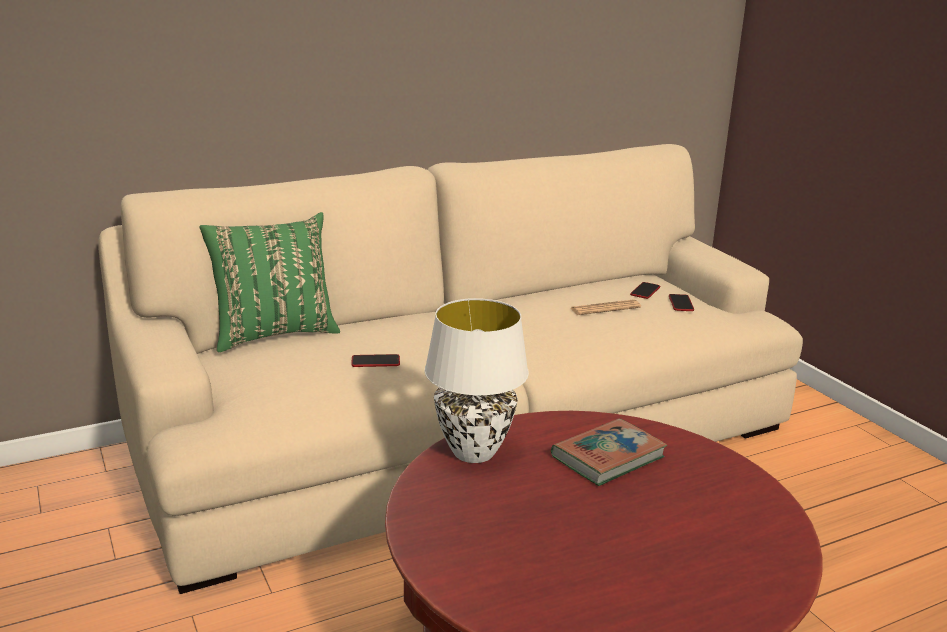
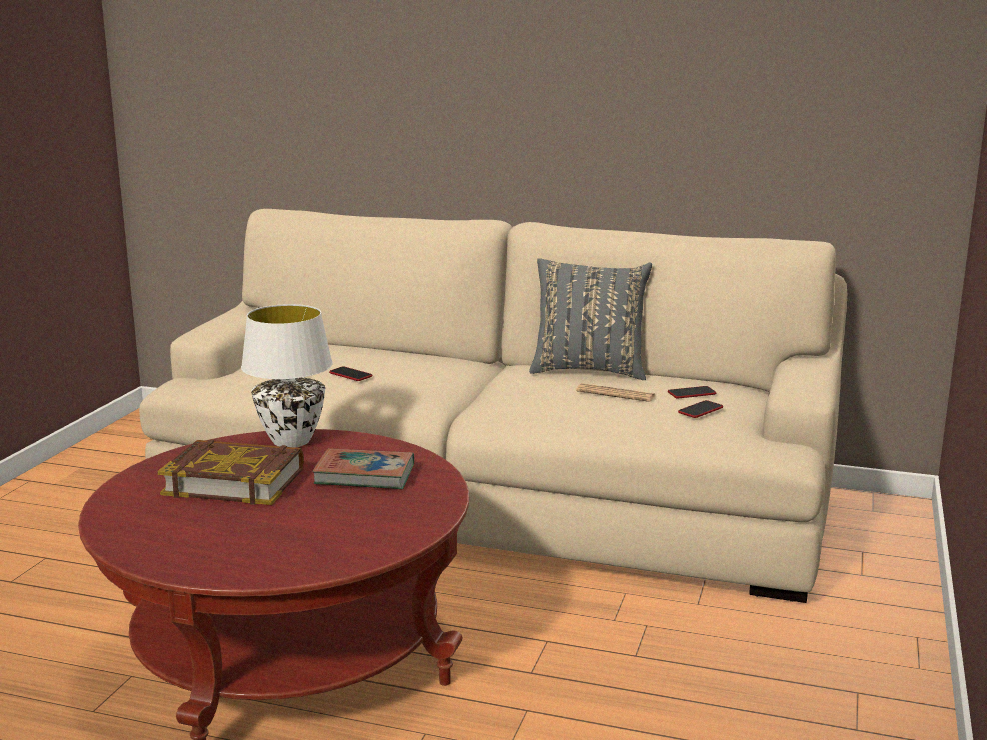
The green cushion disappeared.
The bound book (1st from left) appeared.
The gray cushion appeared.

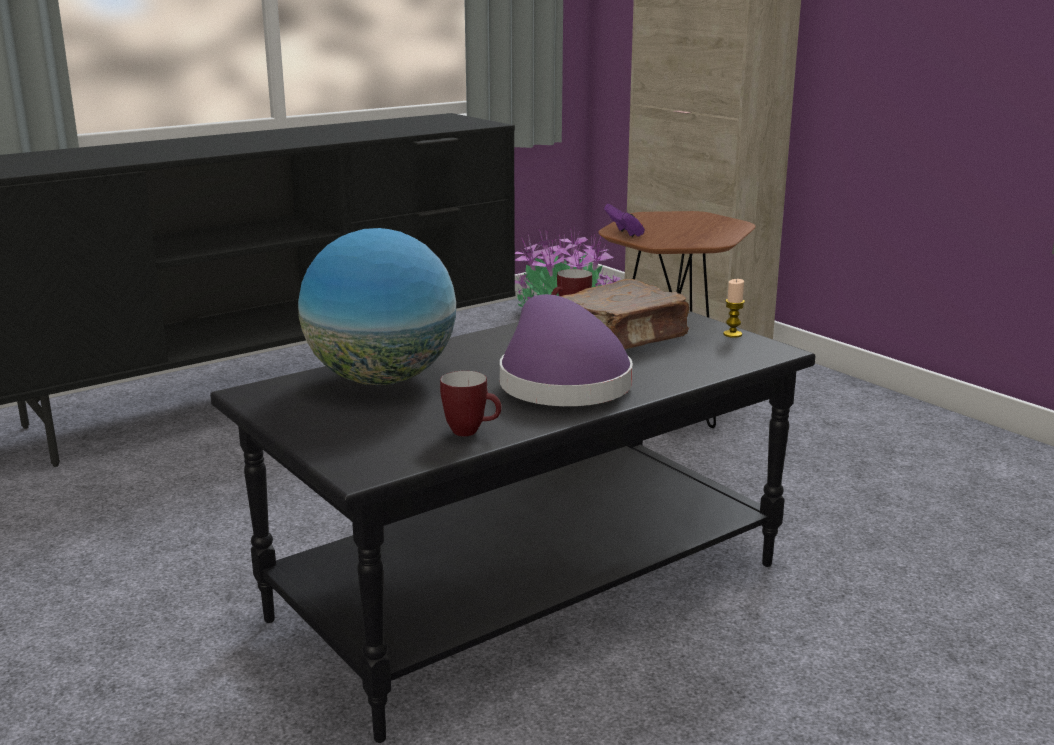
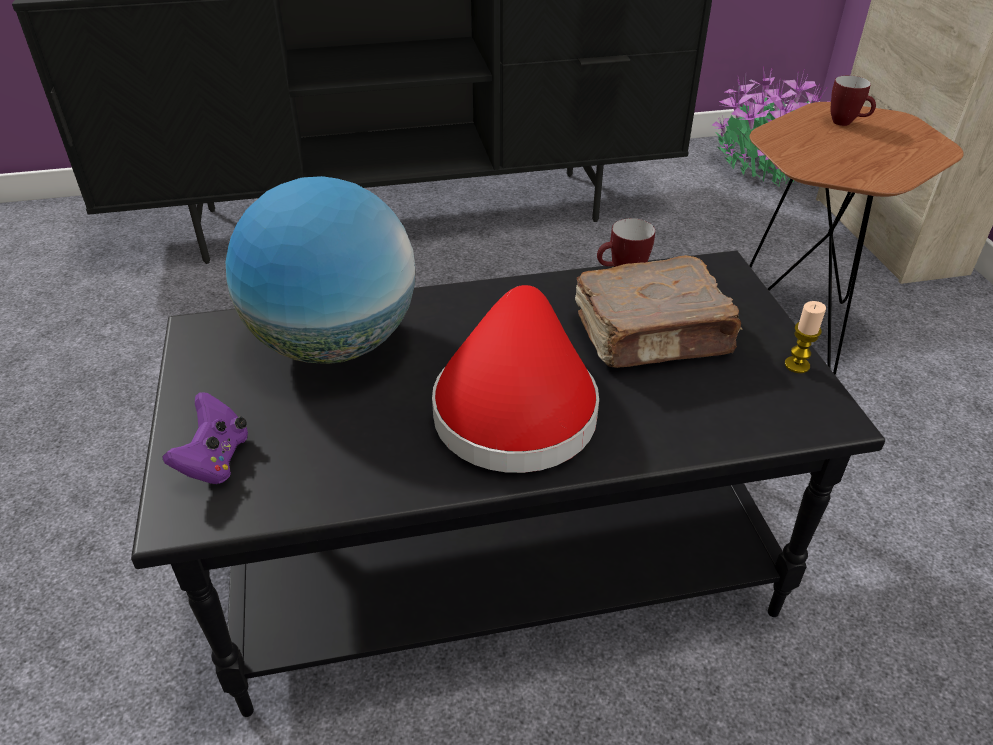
The mug (1st from left in the first image) moved.
The purple wearable hat became the reddish wearable hat.
The purple gamepad moved.

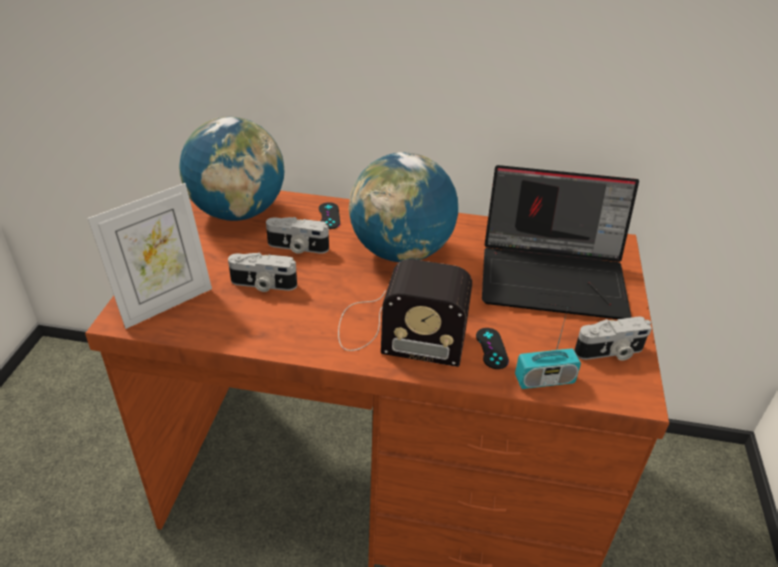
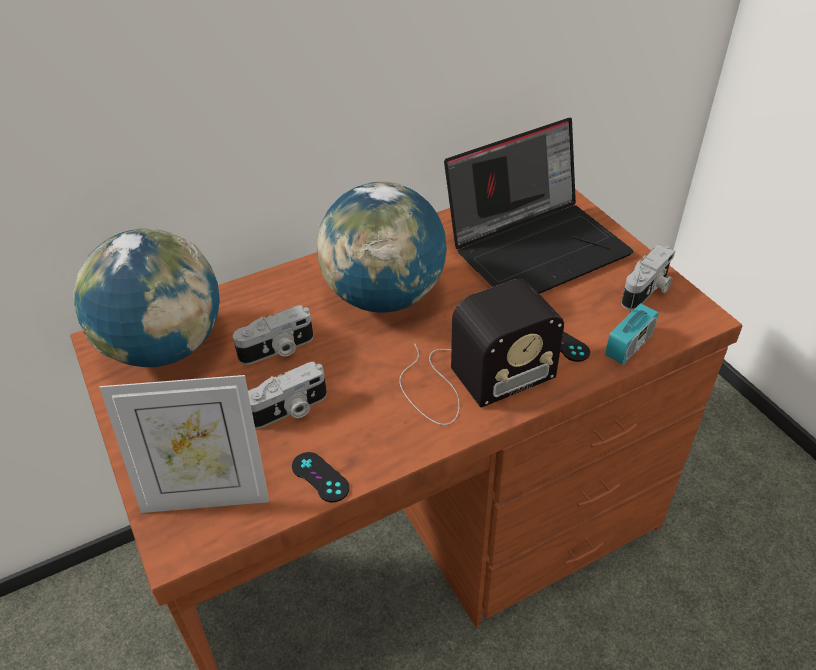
The picture frame turned 75 degrees clockwise.
The black-coloured gamepad (1st from left) moved.

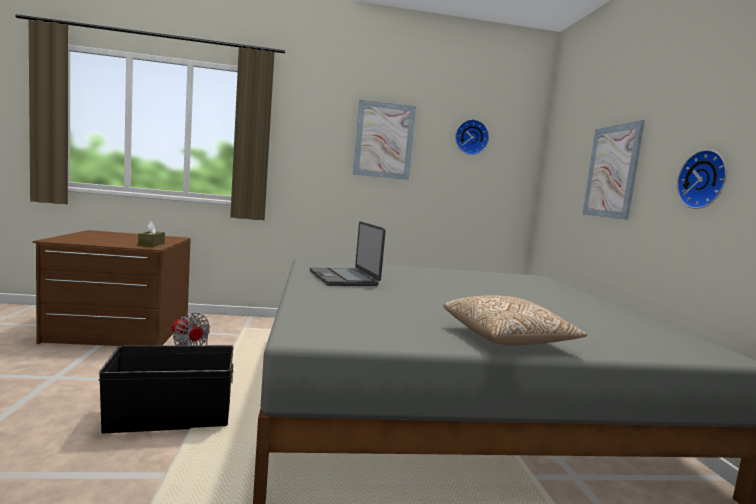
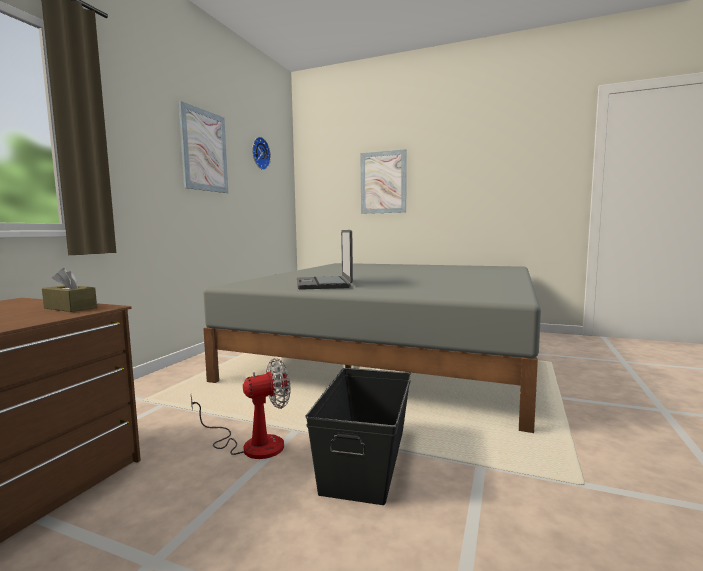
The portable computer turned 75 degrees clockwise.
The cushion disappeared.
The wall clock (2nd from left) disappeared.

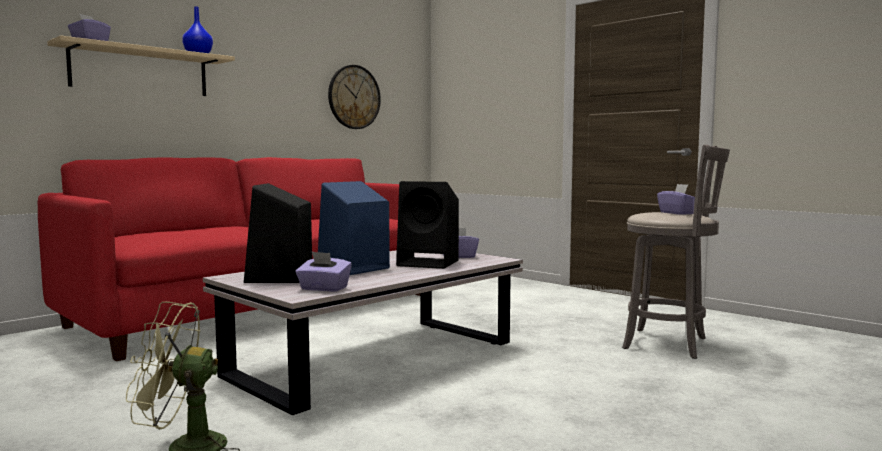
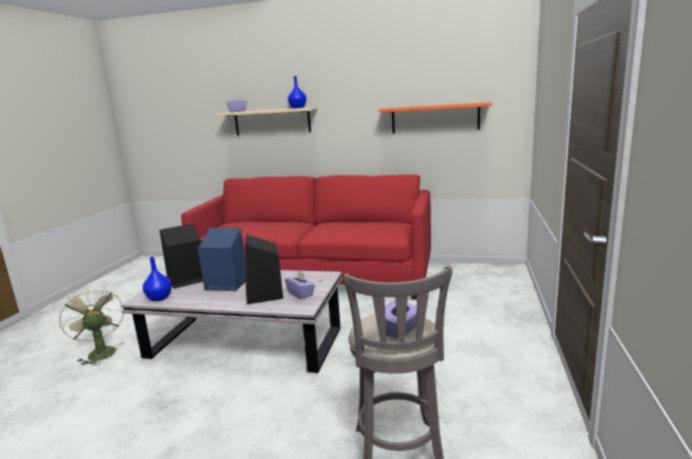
The purple tissue holder (2nd from left) was replaced by the blue flower vase (1st from left).
The wall clock was replaced by the orangey bracket shelf.

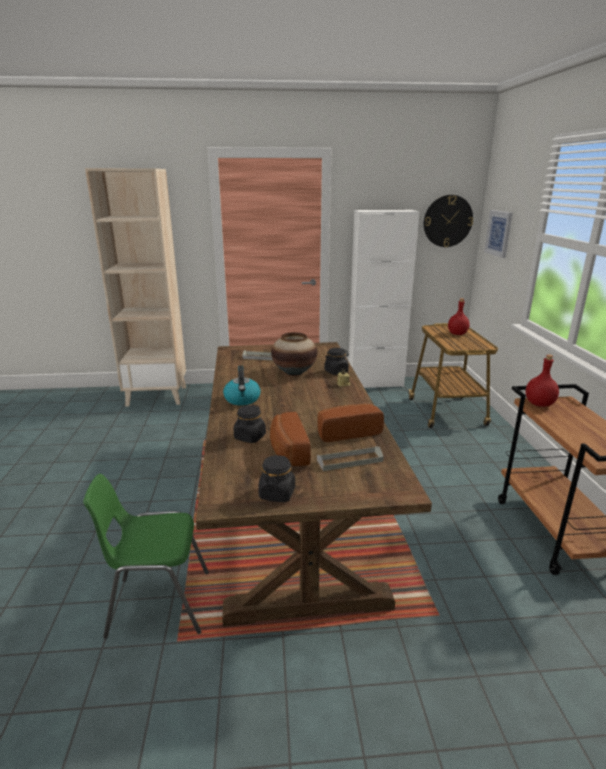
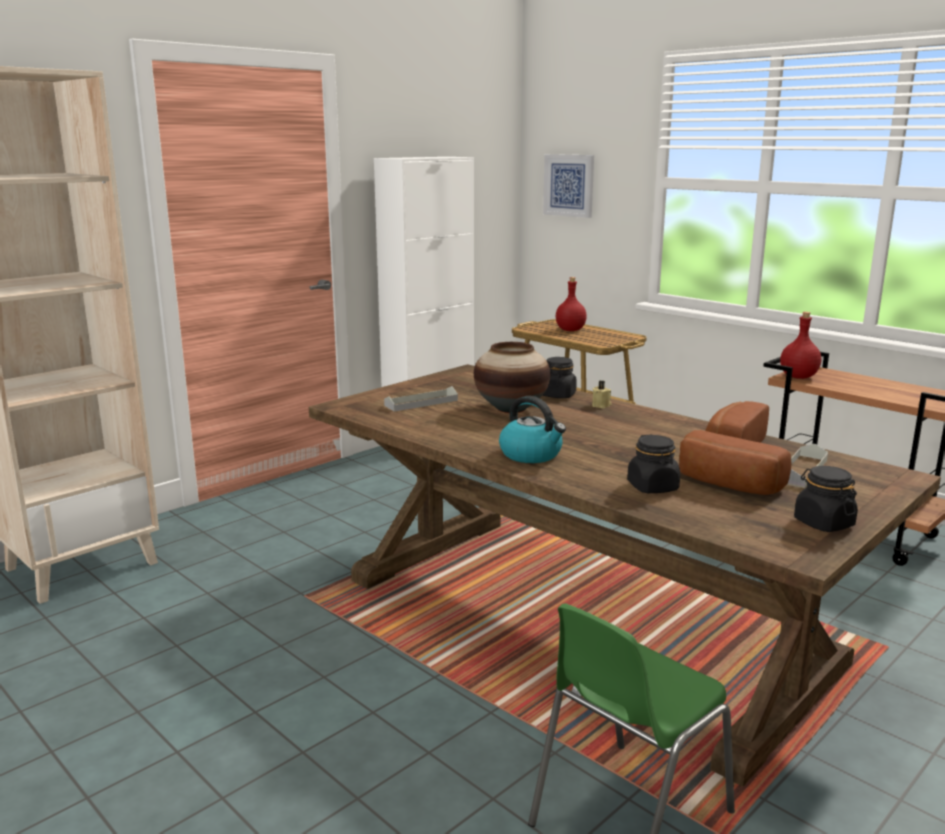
The wall clock disappeared.

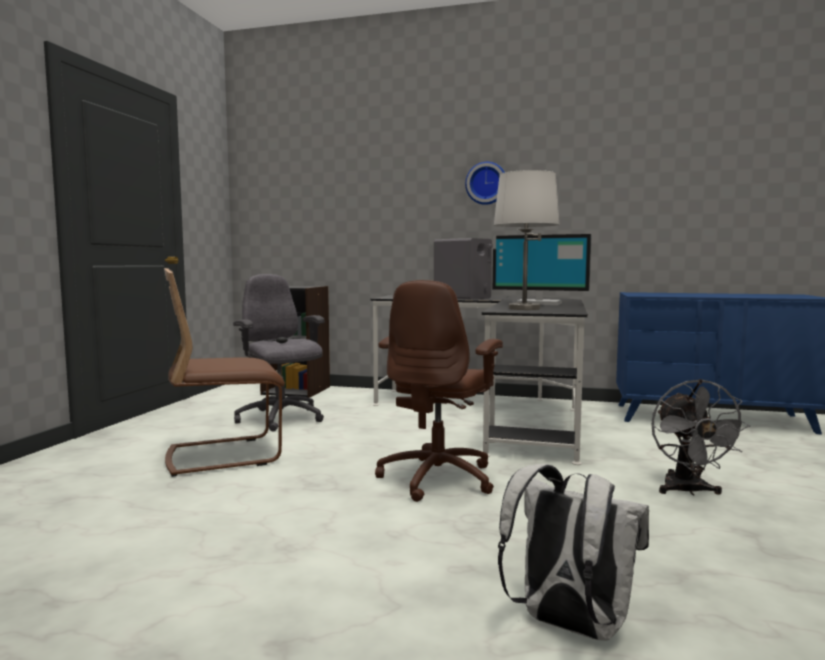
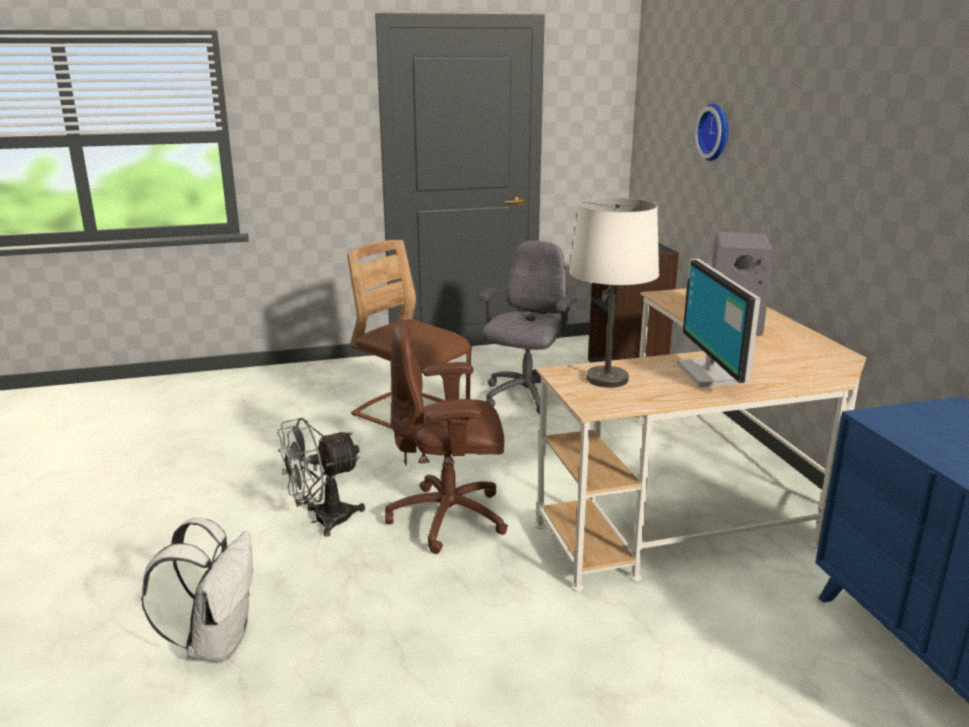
The black-coloured desk table became the sand-coloured desk table.
The wall clock moved.
The gray cooling fan moved.

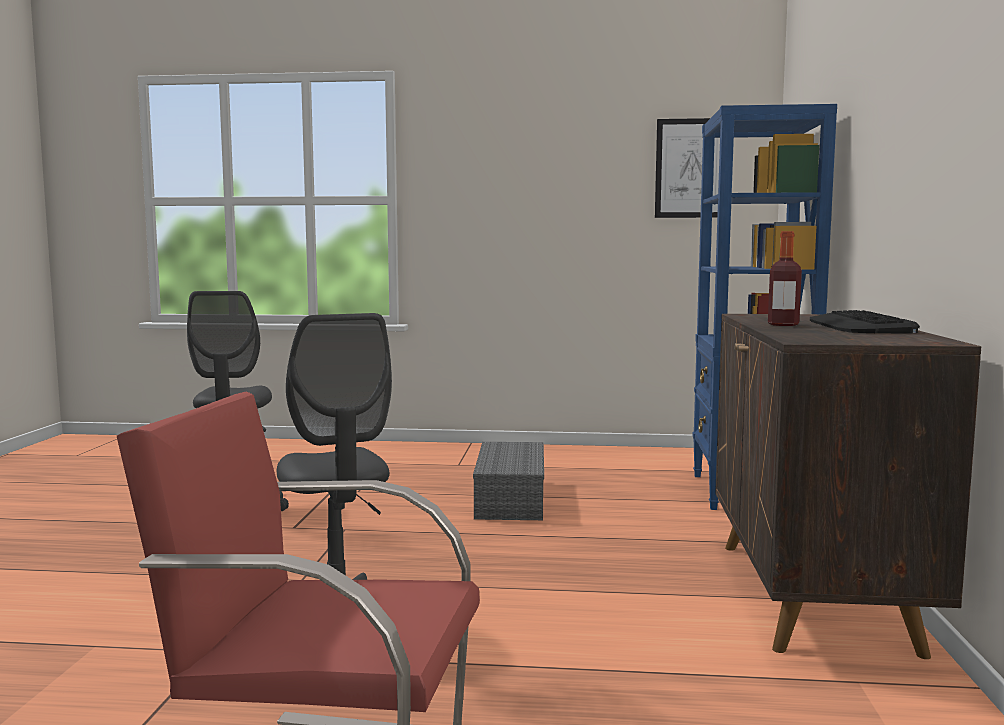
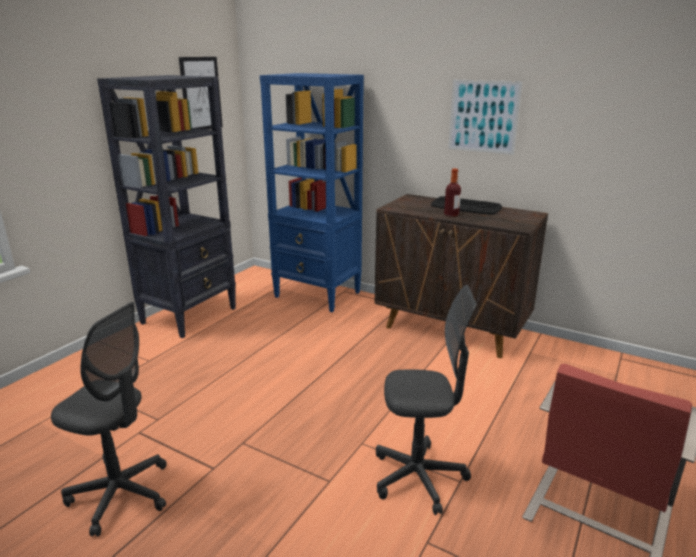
The gray storage container disappeared.
The black-coloured shelving unit appeared.
The wall art (2nd from left) appeared.

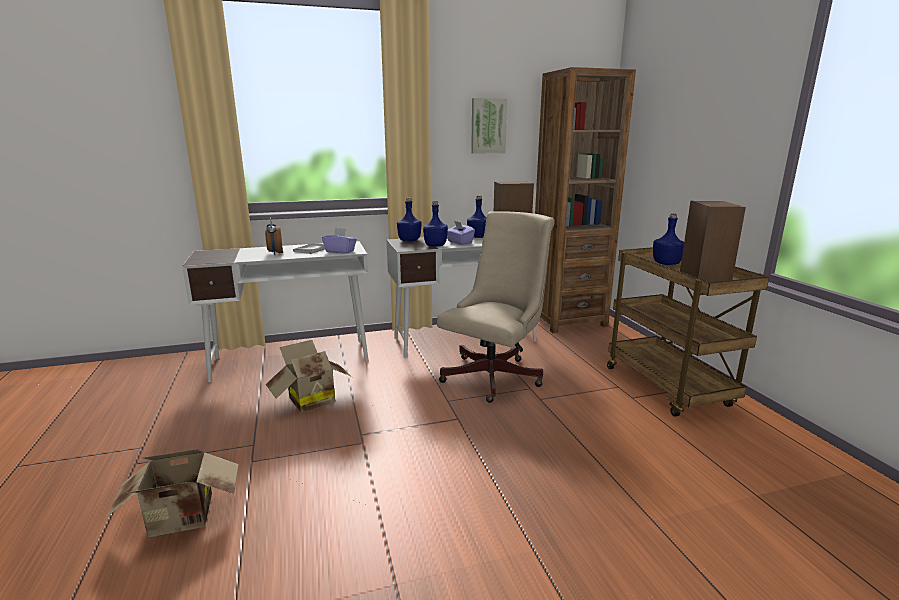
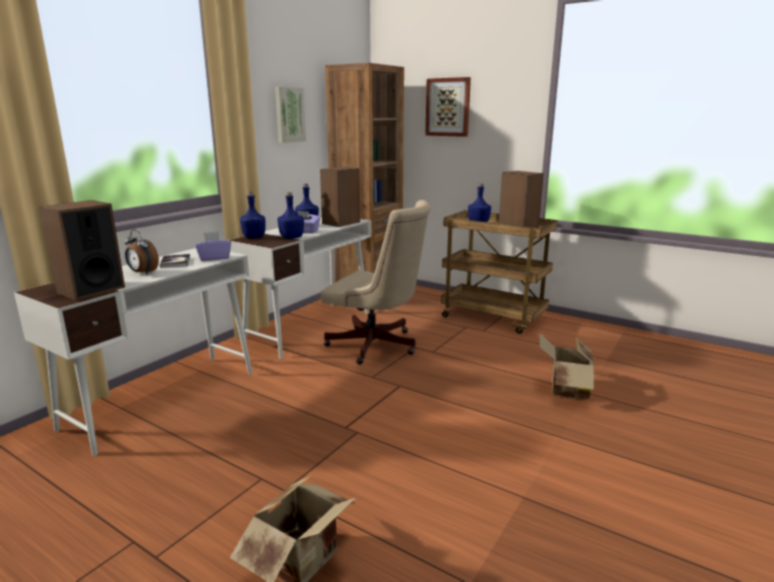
The carton (2nd from left) moved.
The sand-coloured office chair turned 120 degrees clockwise.
The audio speaker (1st from left) appeared.
The wall art (2nd from left) appeared.

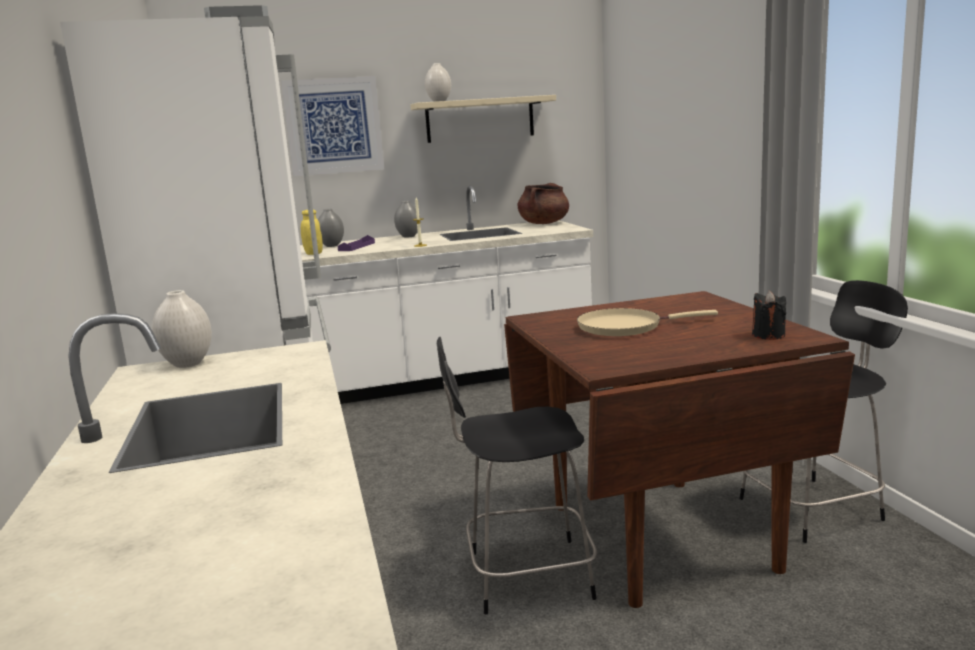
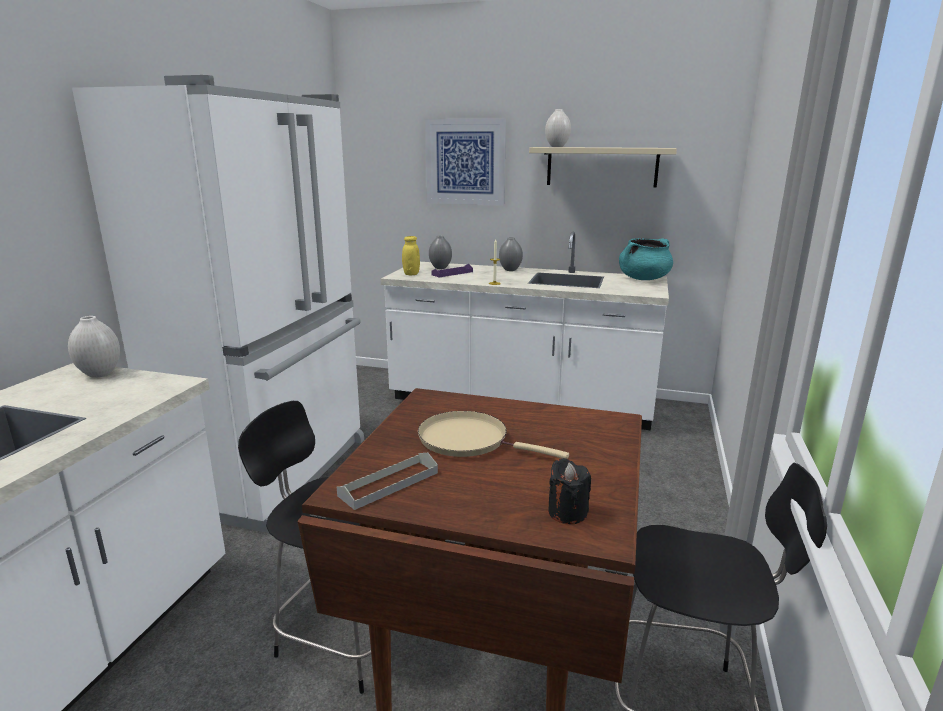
The brown-coloured cooking pot became the blue-green cooking pot.
The gray serving tray appeared.

